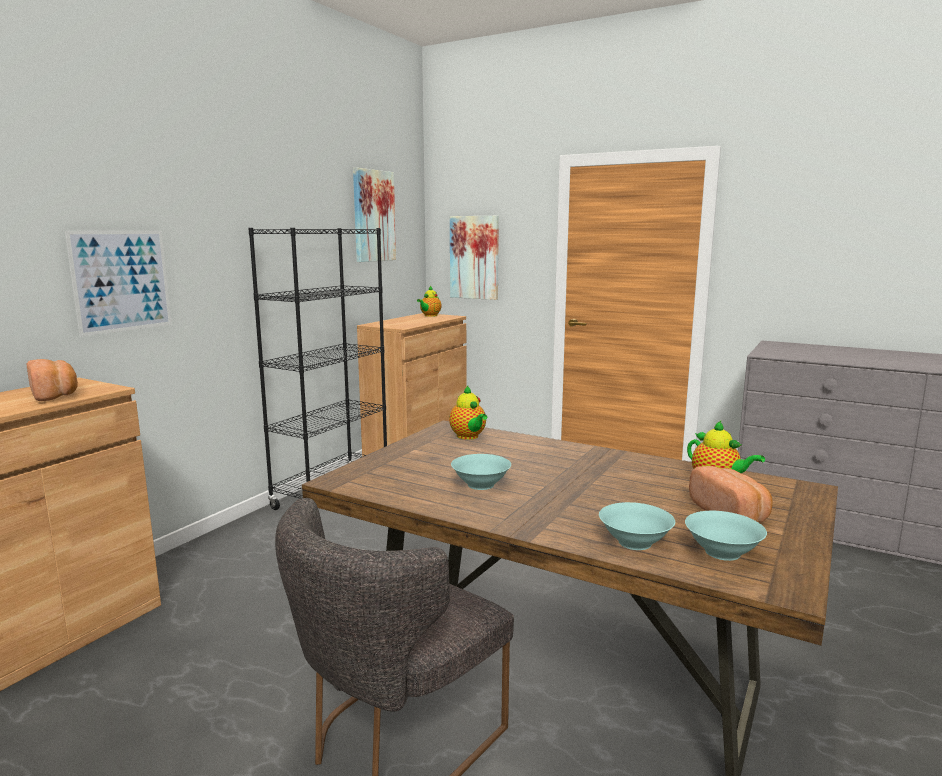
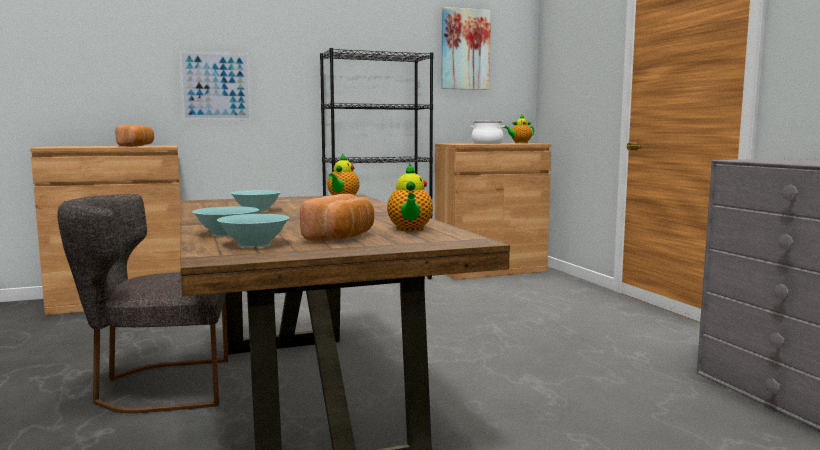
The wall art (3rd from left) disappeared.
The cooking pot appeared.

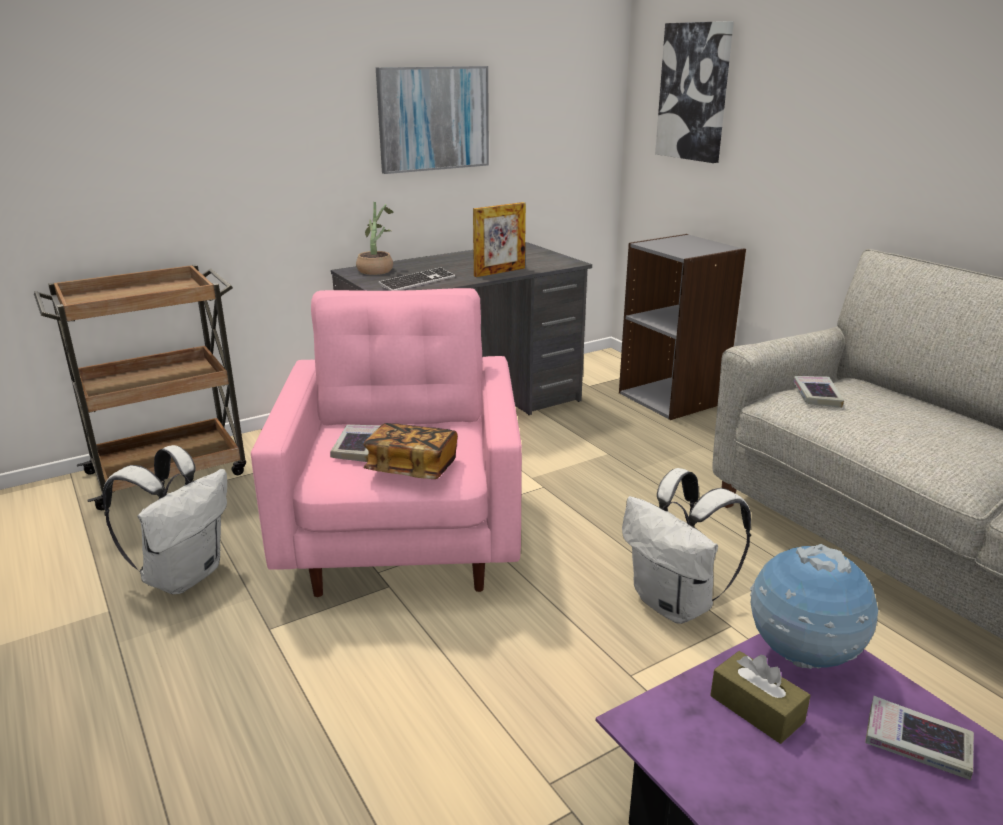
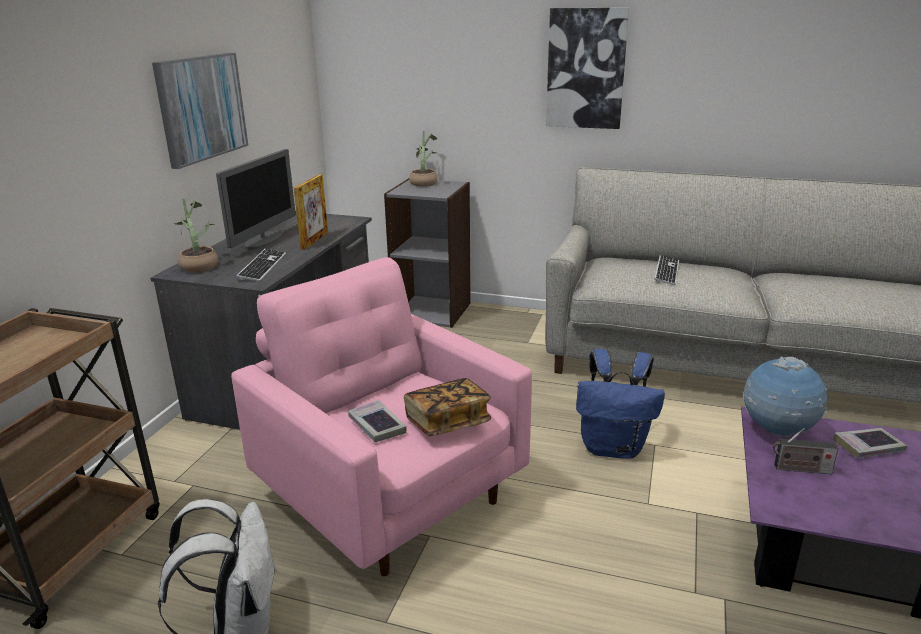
The white knapsack (2nd from left) became the blue knapsack.
The wall art (2nd from left) moved.
The brown-coloured tissue holder was replaced by the radio receiver.
The bound book (3rd from left) disappeared.
The computer display appeared.
The houseplant (2nd from left) appeared.
The PC keyboard (2nd from left) appeared.

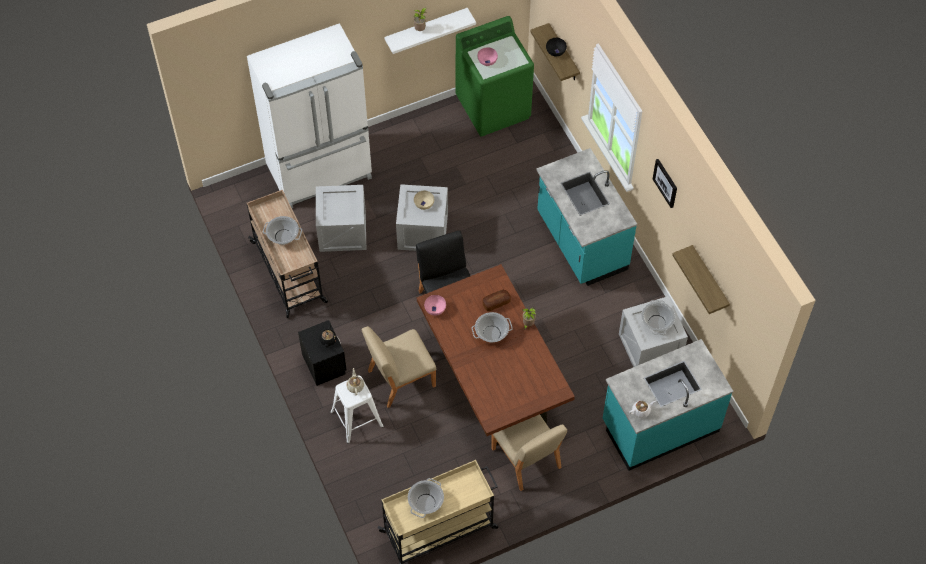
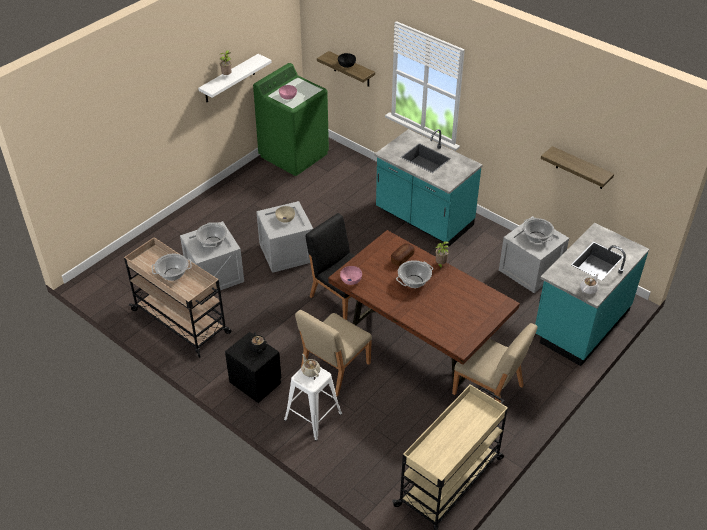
The white fridge disappeared.
The cooking pot (2nd from left) moved.
The wall art disappeared.

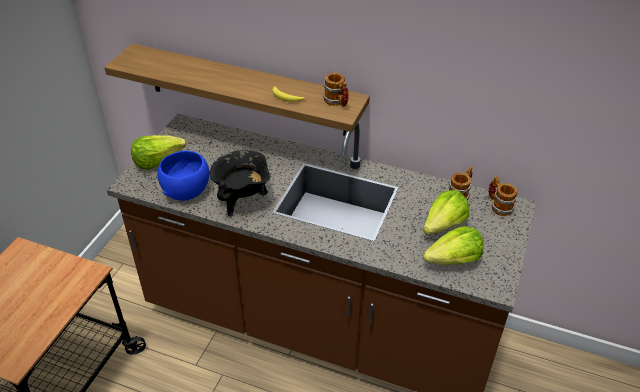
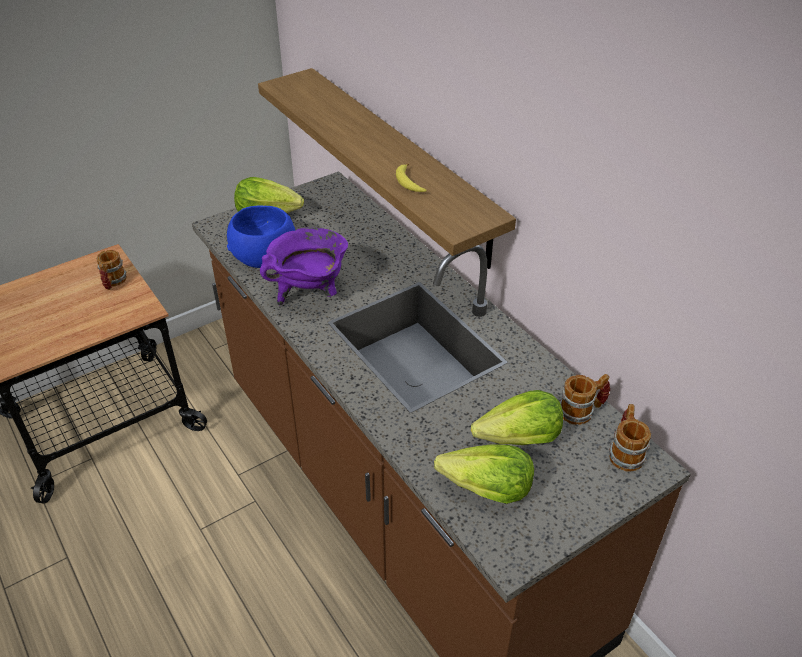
The black-coloured cooking pot became the purple cooking pot.
The mug (1st from left) moved.

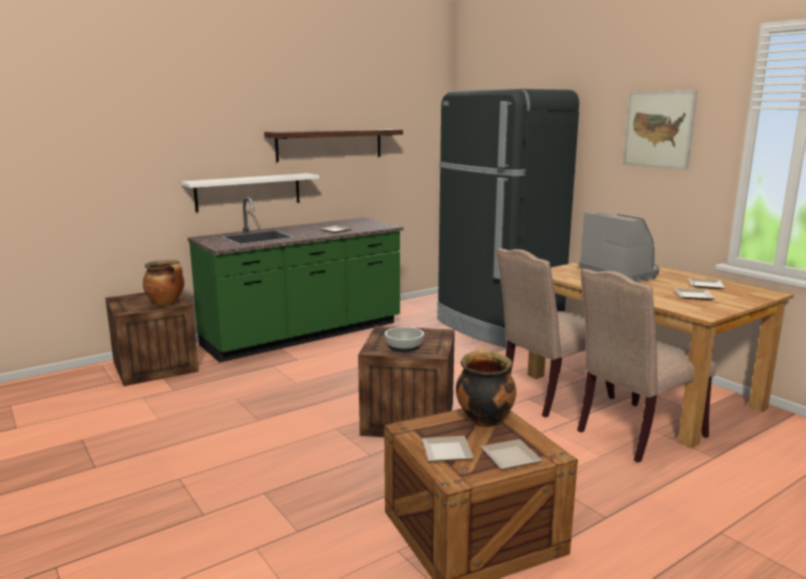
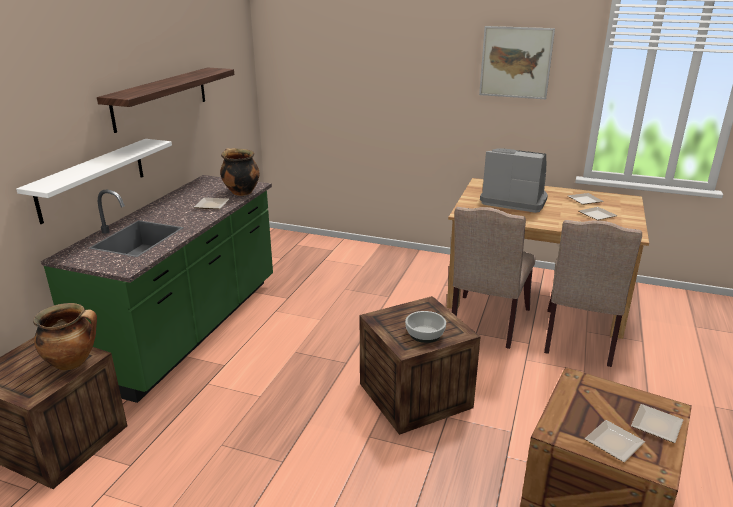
The black-coloured fridge disappeared.
The cooking pot (2nd from left) moved.

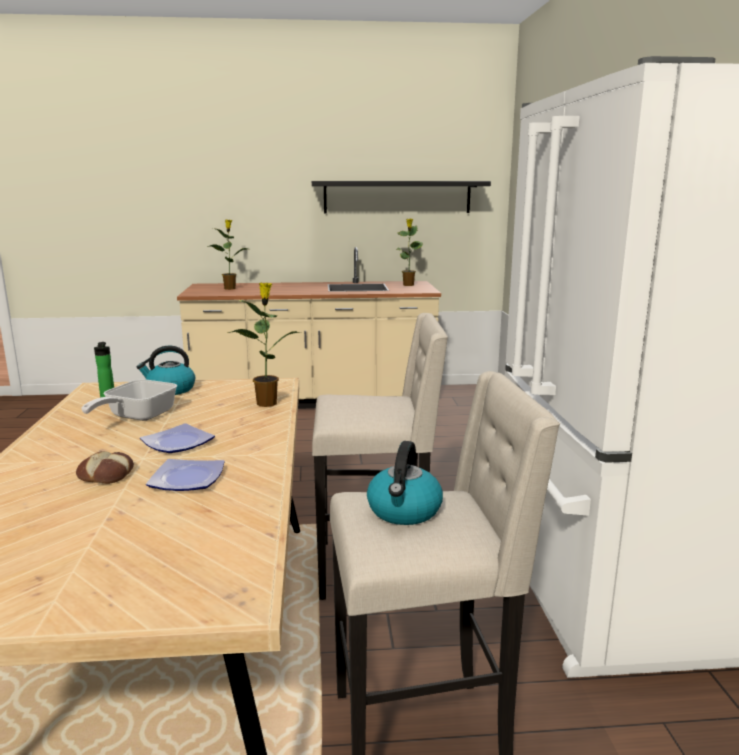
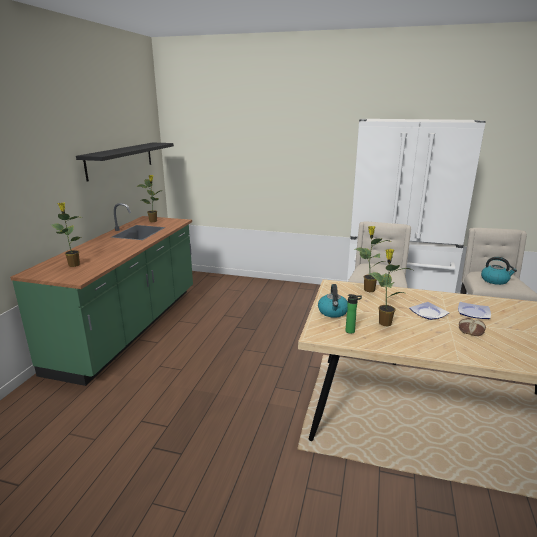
The frying pan was replaced by the houseplant (4th from left).
The sand-coloured kitchen base unit became the green kitchen base unit.

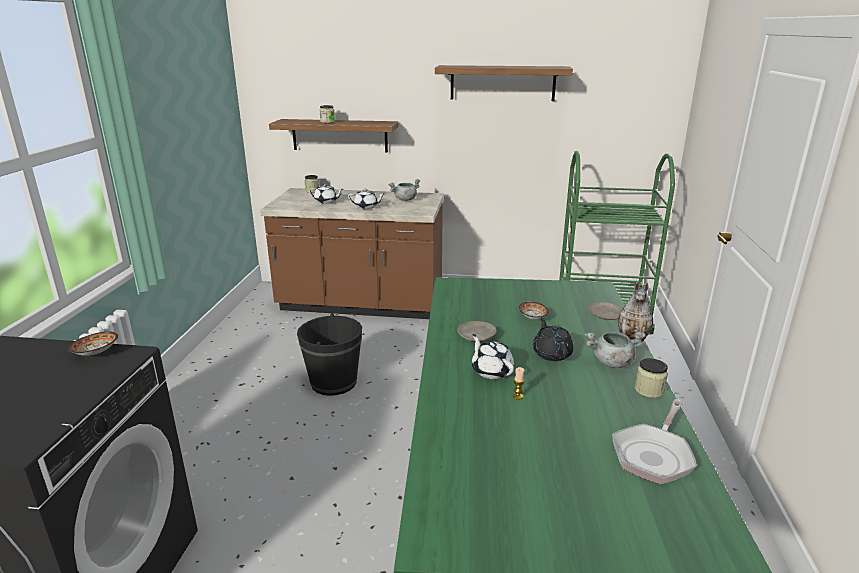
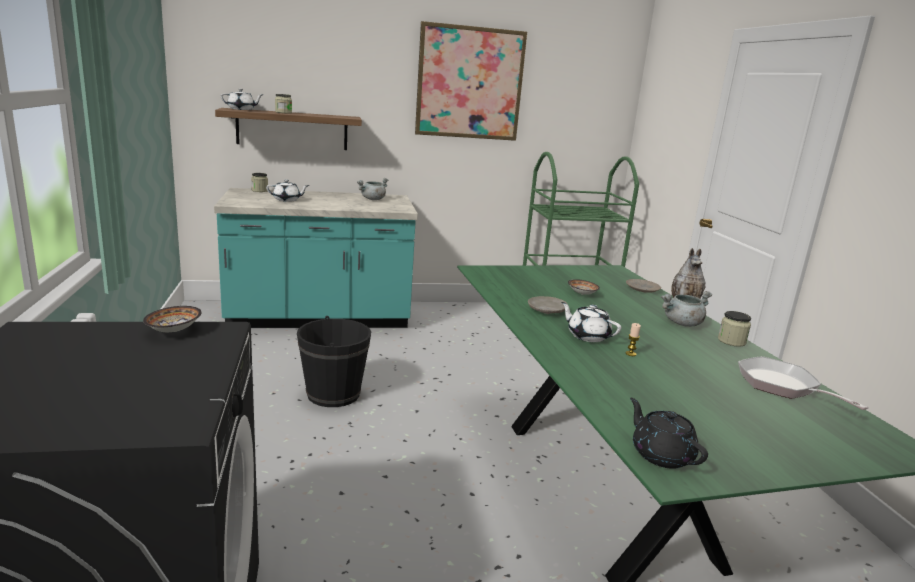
The brown-coloured kitchen base unit became the blue-green kitchen base unit.
The white teapot (2nd from left in the first image) moved.
The bracket shelf (2nd from left) was replaced by the wall art.
The black-coloured teapot moved.
The frying pan turned 135 degrees clockwise.

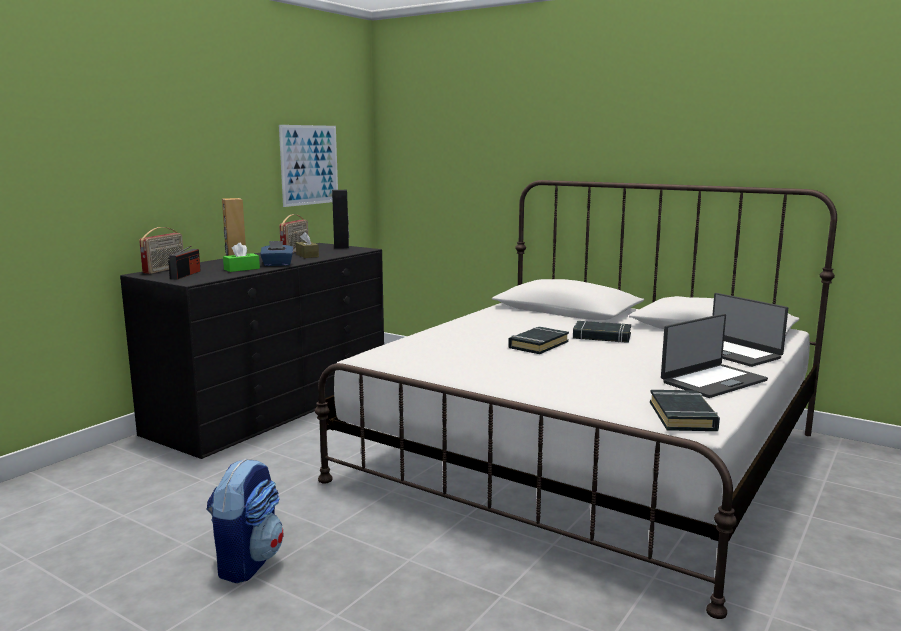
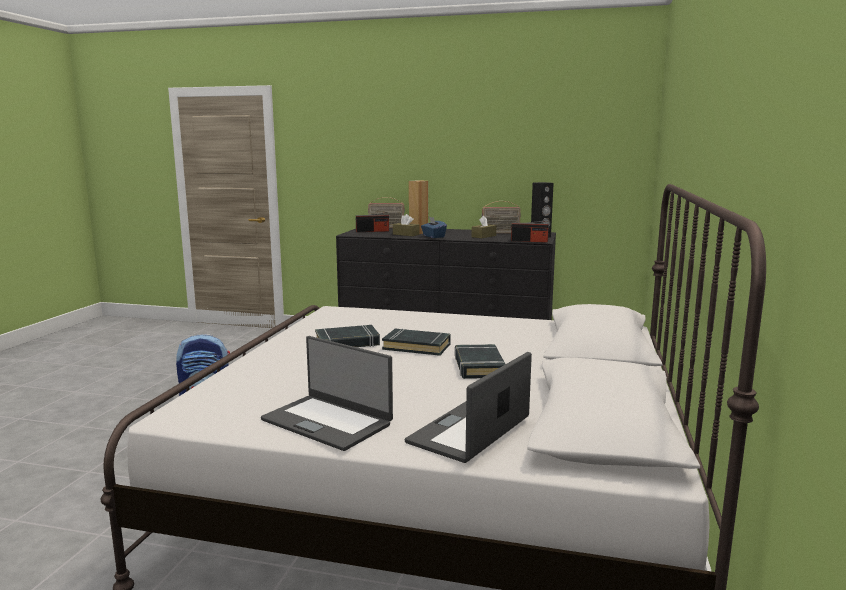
The green tissue holder became the brown-coloured tissue holder (1st from left).
The wall art disappeared.
The black-coloured bound book (3rd from left in the first image) moved.
The radio receiver (4th from left) appeared.

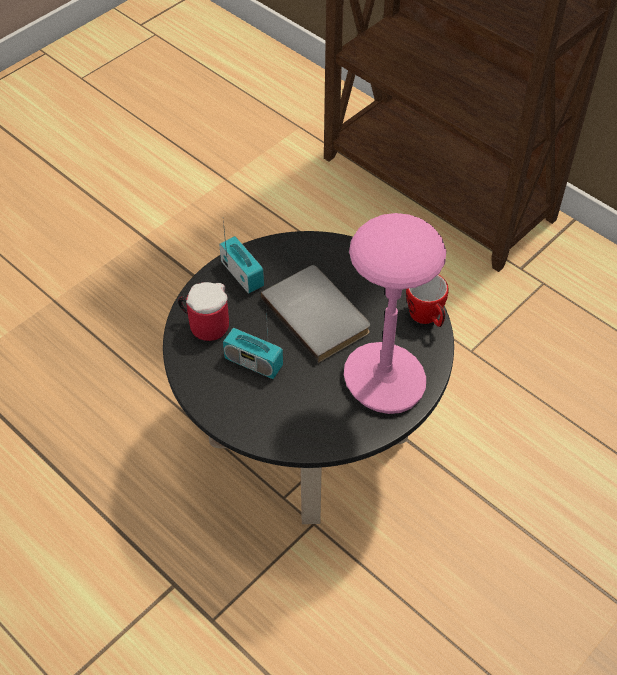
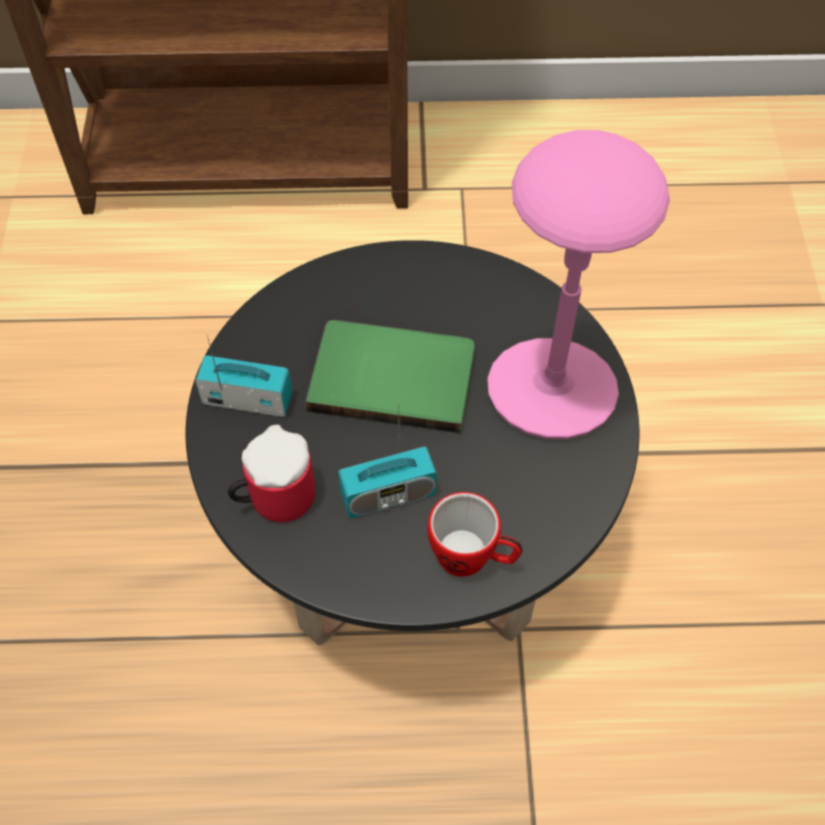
The gray bound book became the green bound book.
The mug (2nd from left) moved.

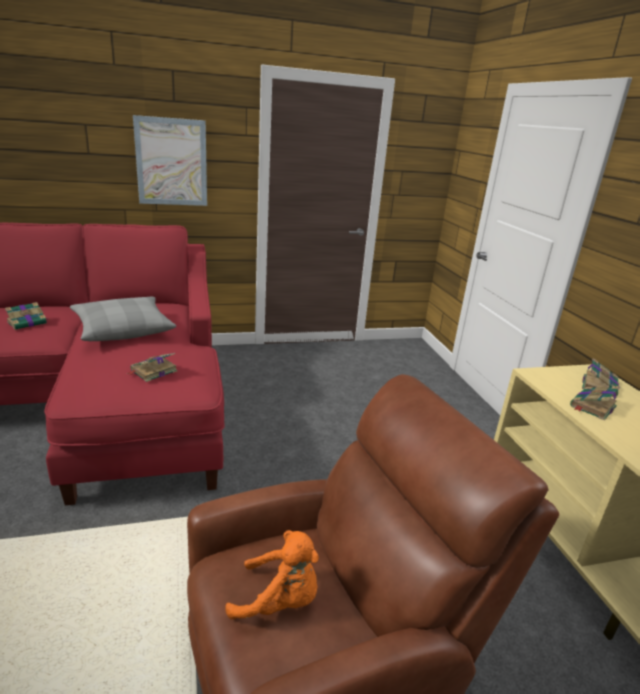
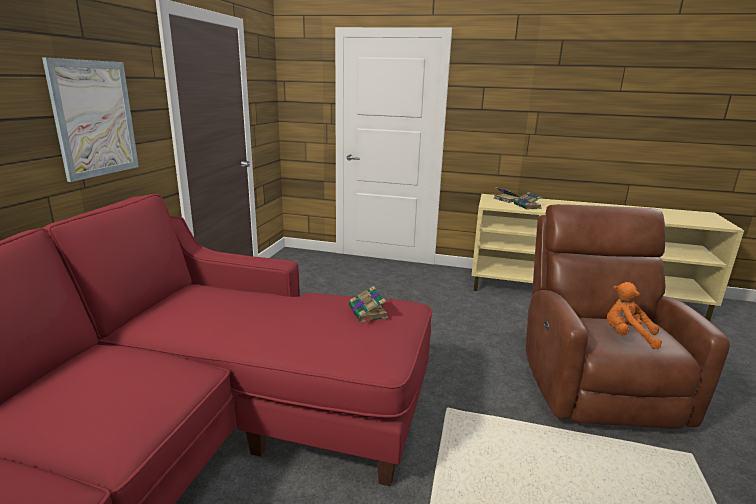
The bound book (1st from left) disappeared.
The gray cushion disappeared.
The orangey cuddly toy turned 105 degrees counterclockwise.

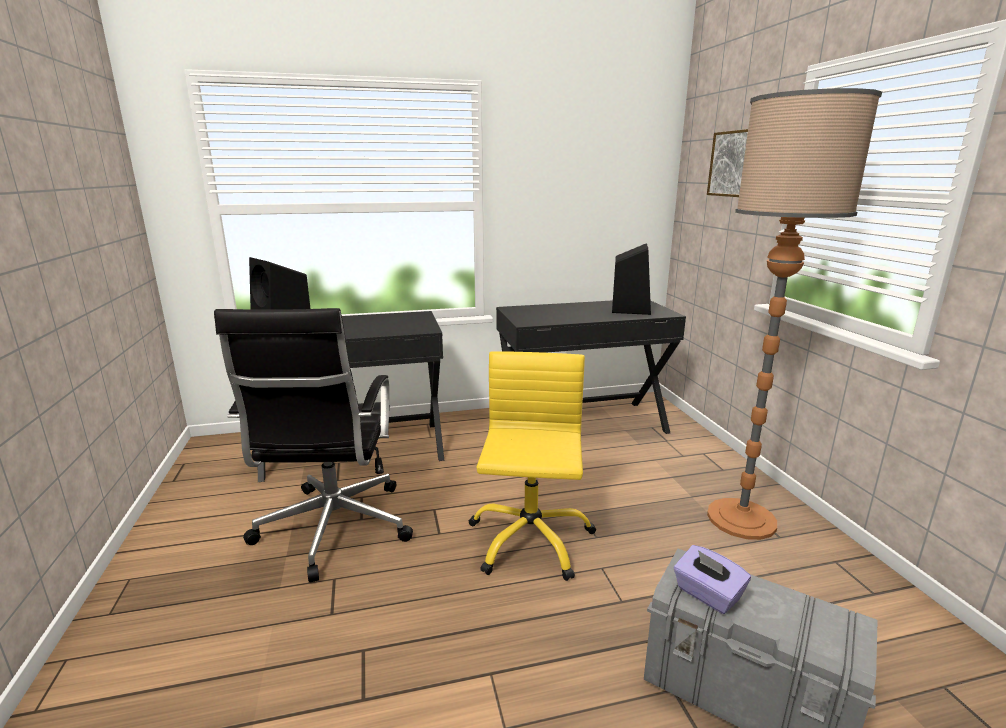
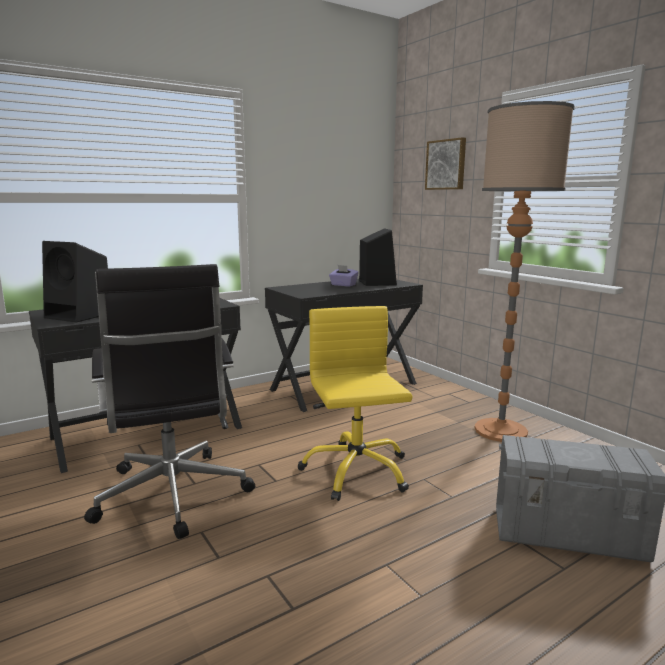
The purple tissue holder moved.

